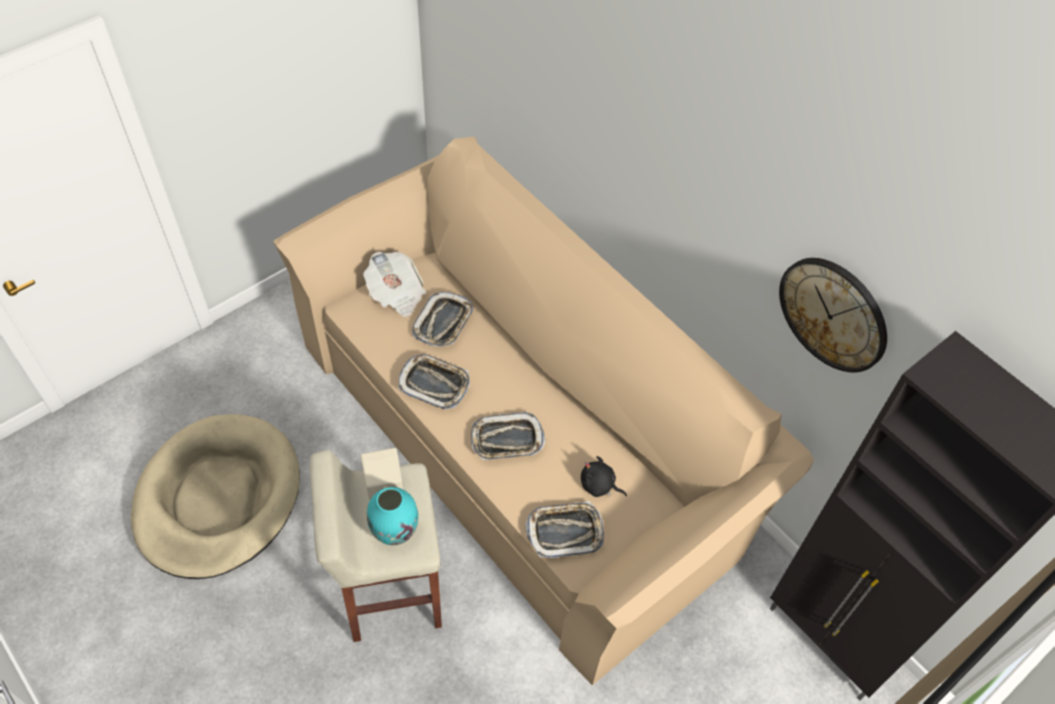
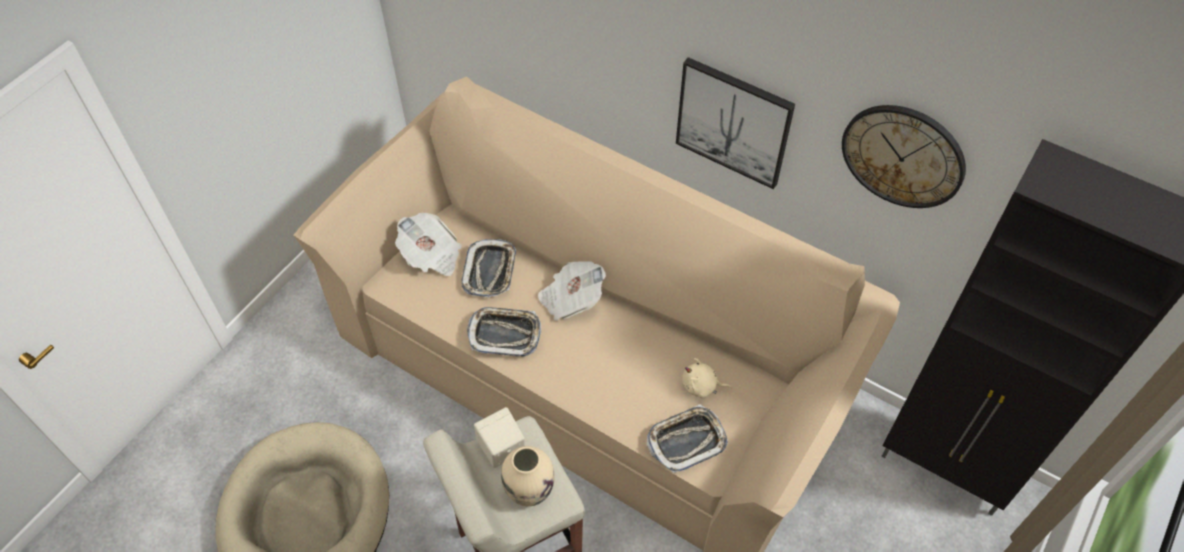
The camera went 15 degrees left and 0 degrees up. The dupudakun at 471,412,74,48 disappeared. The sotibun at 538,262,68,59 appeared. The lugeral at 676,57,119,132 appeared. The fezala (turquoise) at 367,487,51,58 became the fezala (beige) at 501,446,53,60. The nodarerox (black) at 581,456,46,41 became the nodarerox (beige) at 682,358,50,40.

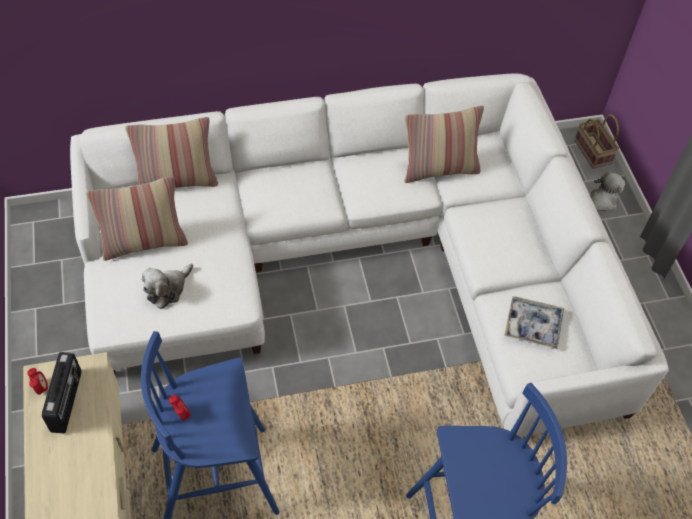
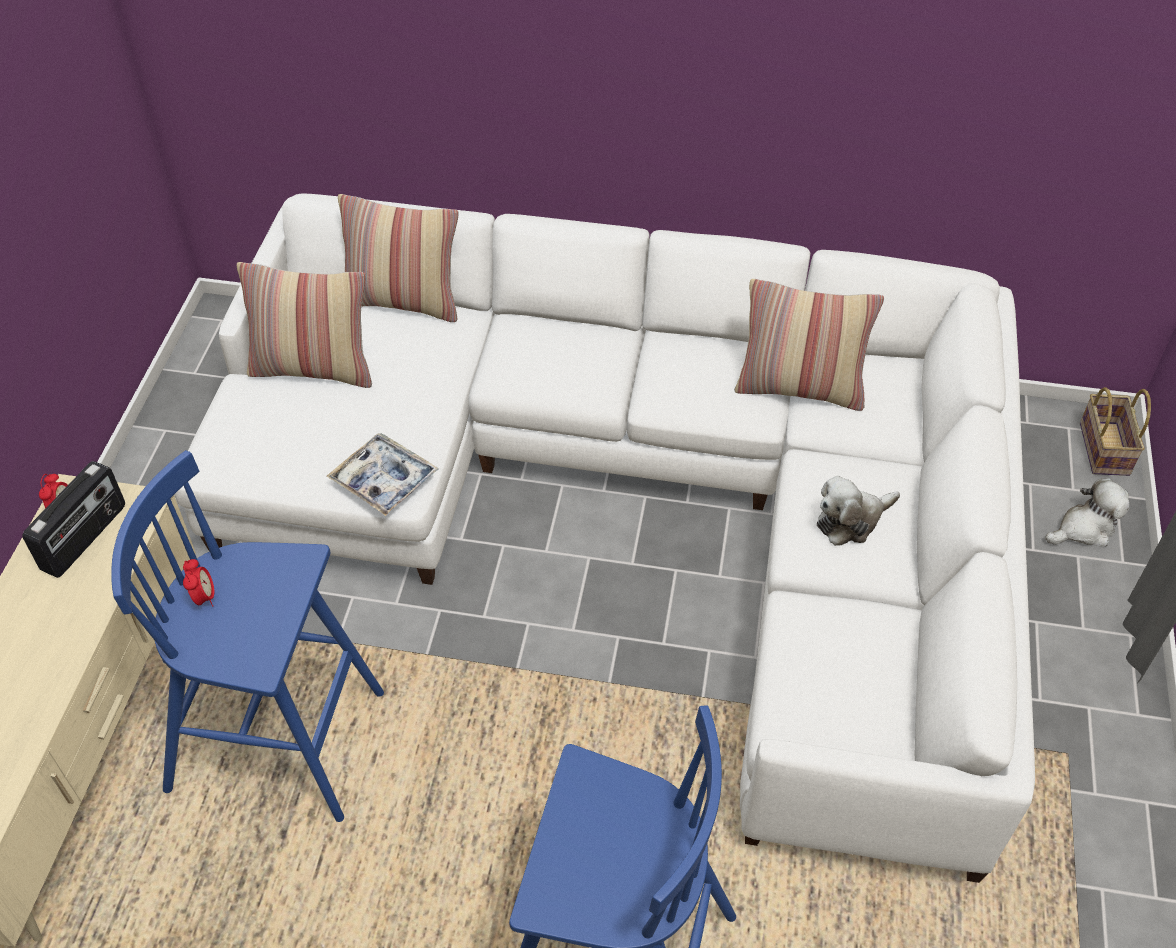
The camera went 25 degrees right and 5 degrees down. The nodarerox moved from 142,264,51,45 to 817,476,83,70. The dupudakun moved from 504,296,60,53 to 327,433,112,83.

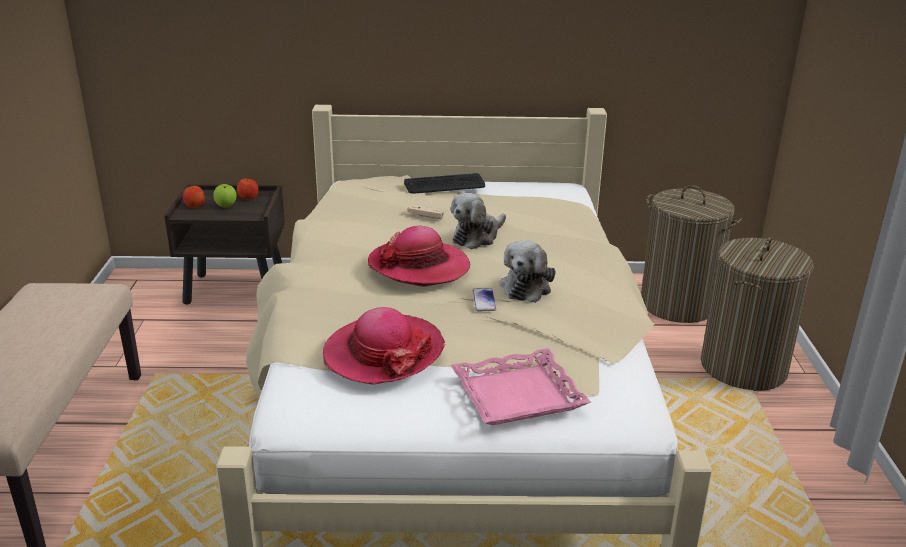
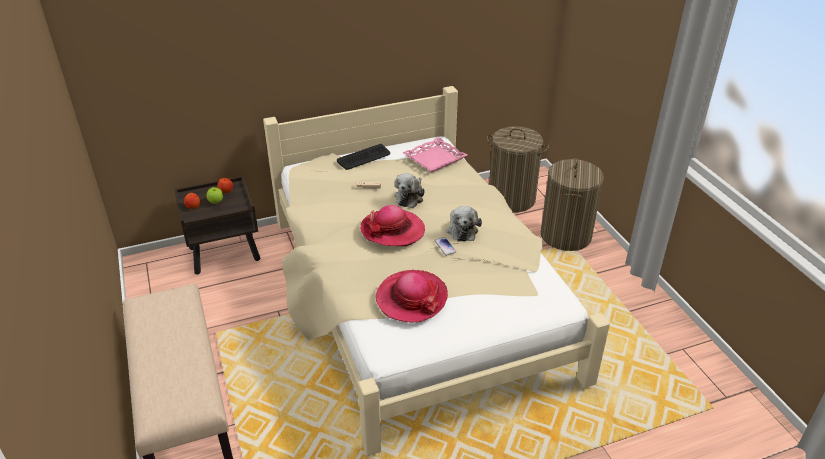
The camera went 20 degrees left and 10 degrees up. The dupudakun (pink) moved from 451,348,140,77 to 402,137,65,35.

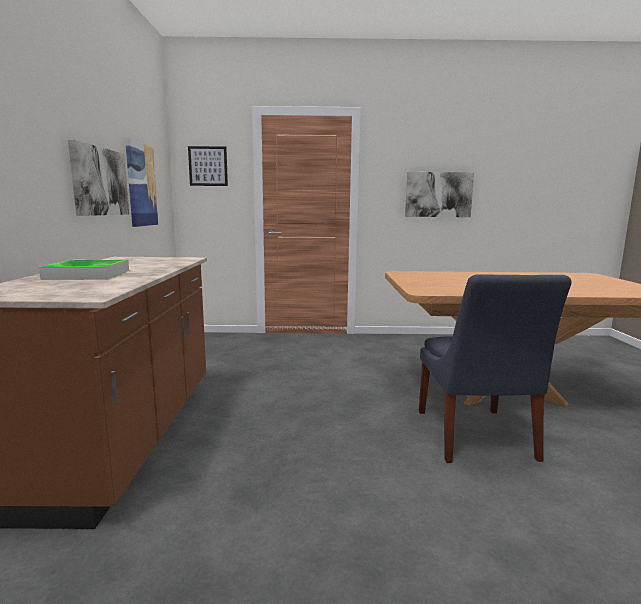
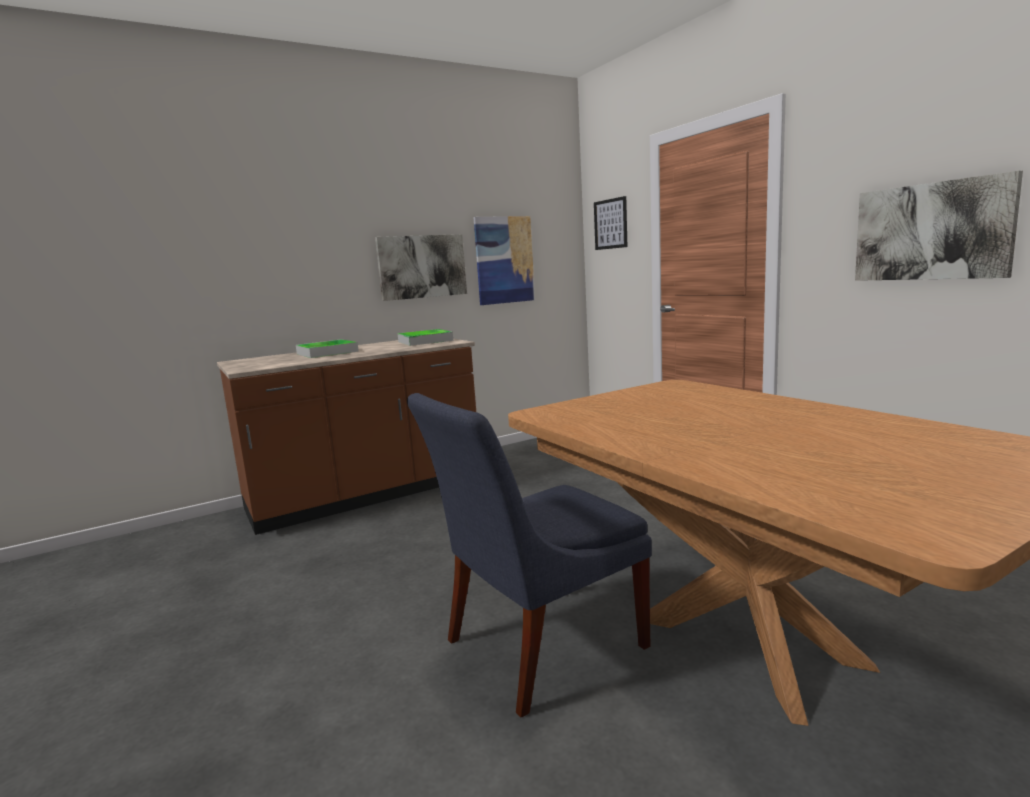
The camera went 60 degrees right and 0 degrees up. The dupudakun at 398,329,55,17 appeared.

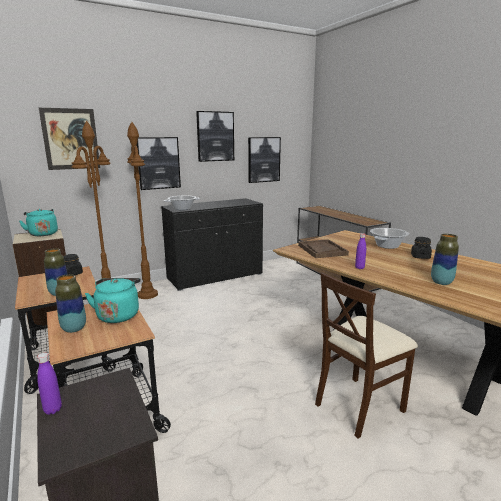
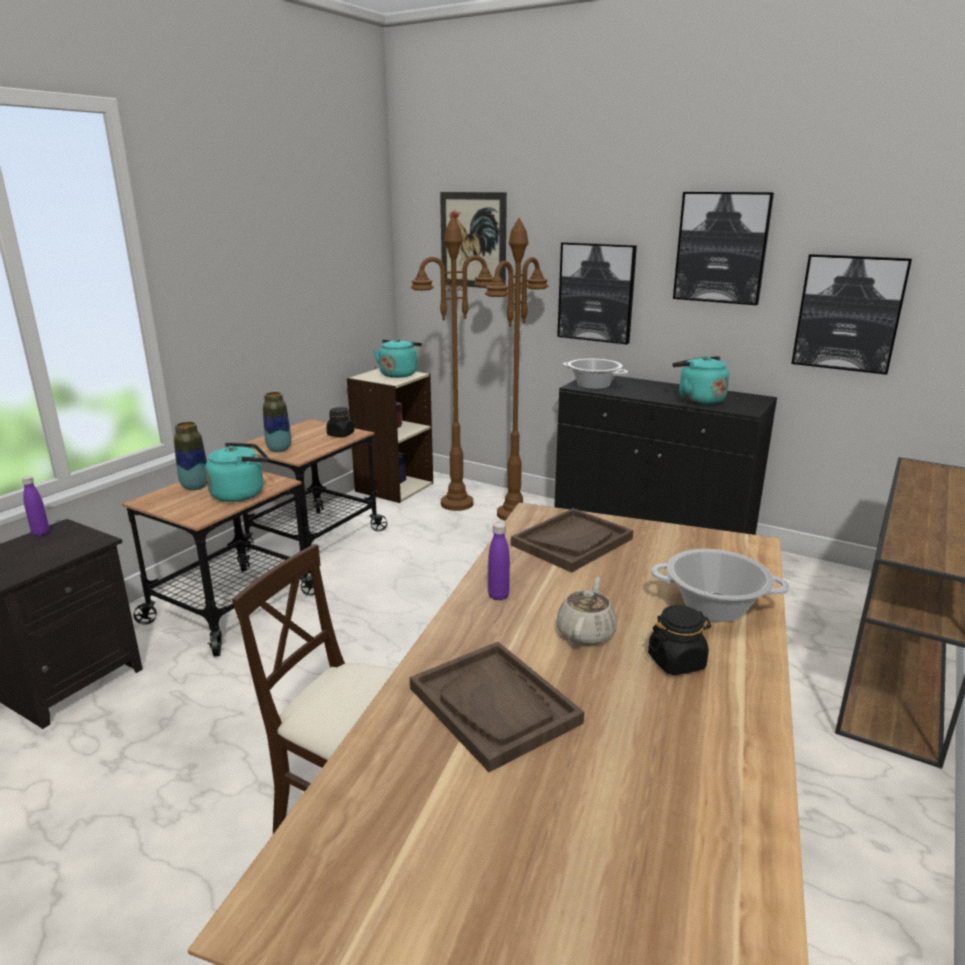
The camera went 60 degrees right and 5 degrees up. The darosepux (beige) at 556,577,61,69 appeared. The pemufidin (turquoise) at 672,356,57,49 appeared. The fezala at 431,234,28,51 was replaced by the dupudakun (brown) at 410,642,174,130.

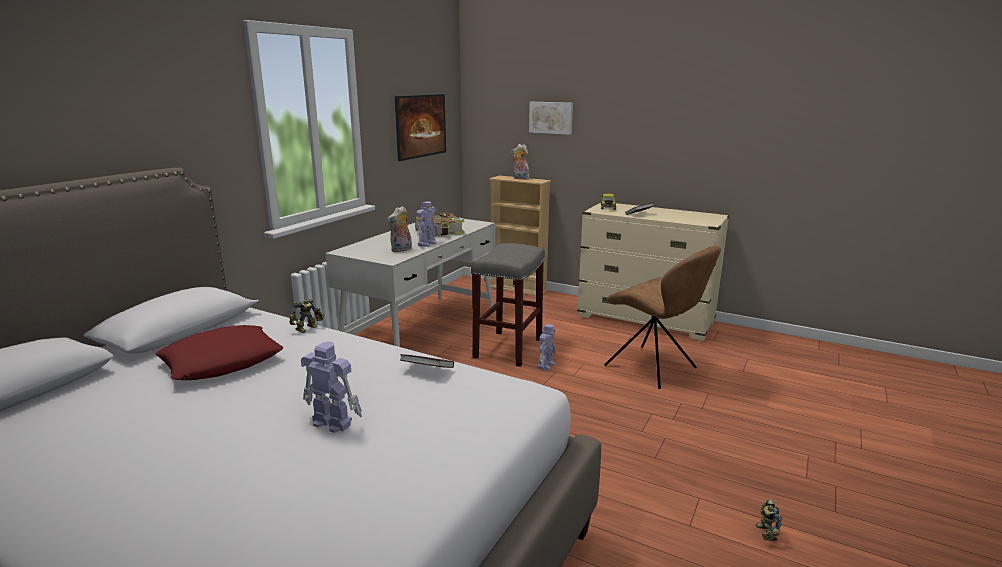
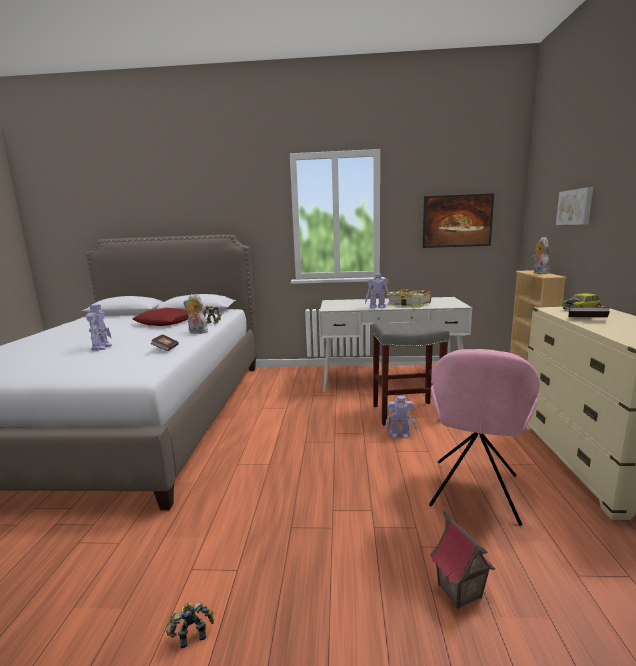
The camera went 65 degrees right and 5 degrees down. The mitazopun at 430,511,65,98 appeared. The nodarerox moved from 387,206,25,46 to 183,294,25,40. The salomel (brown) at 604,245,117,144 became the salomel (pink) at 429,349,111,177.

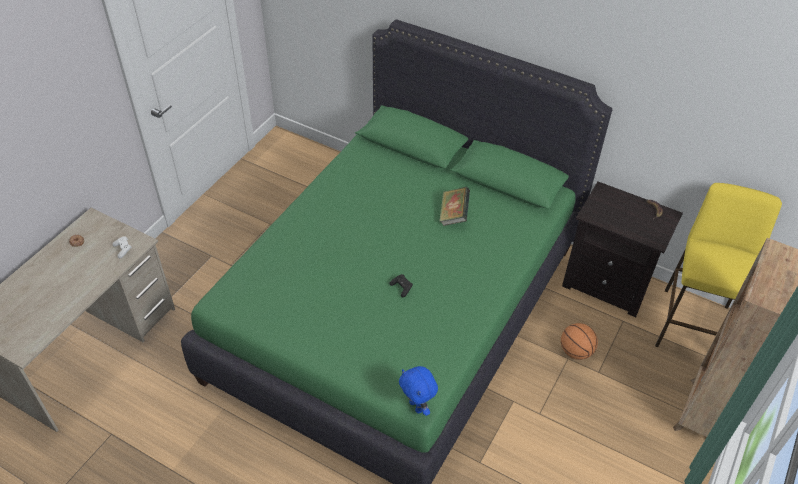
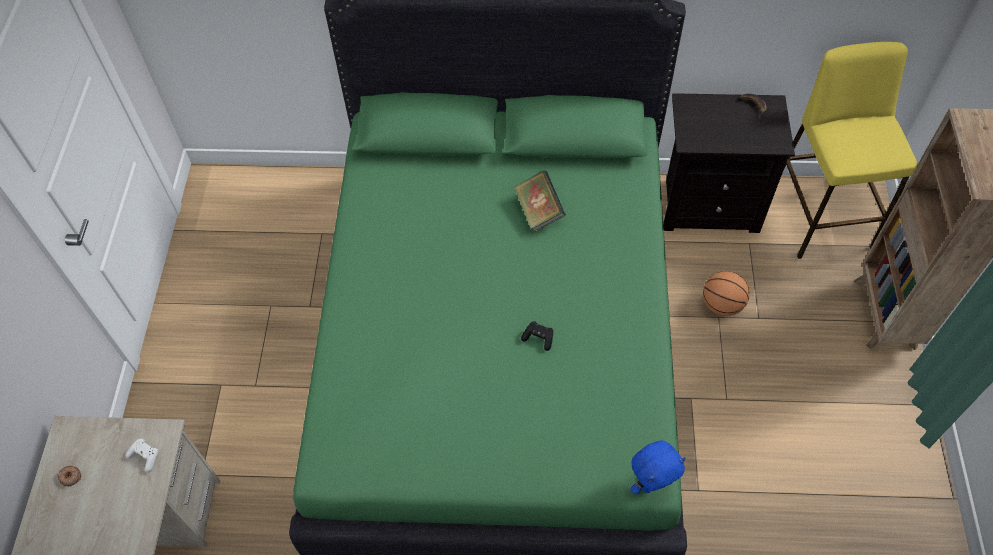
The camera went 25 degrees left and 10 degrees up. The nodarerox (blue) at 399,366,39,50 turned 60 degrees counterclockwise.

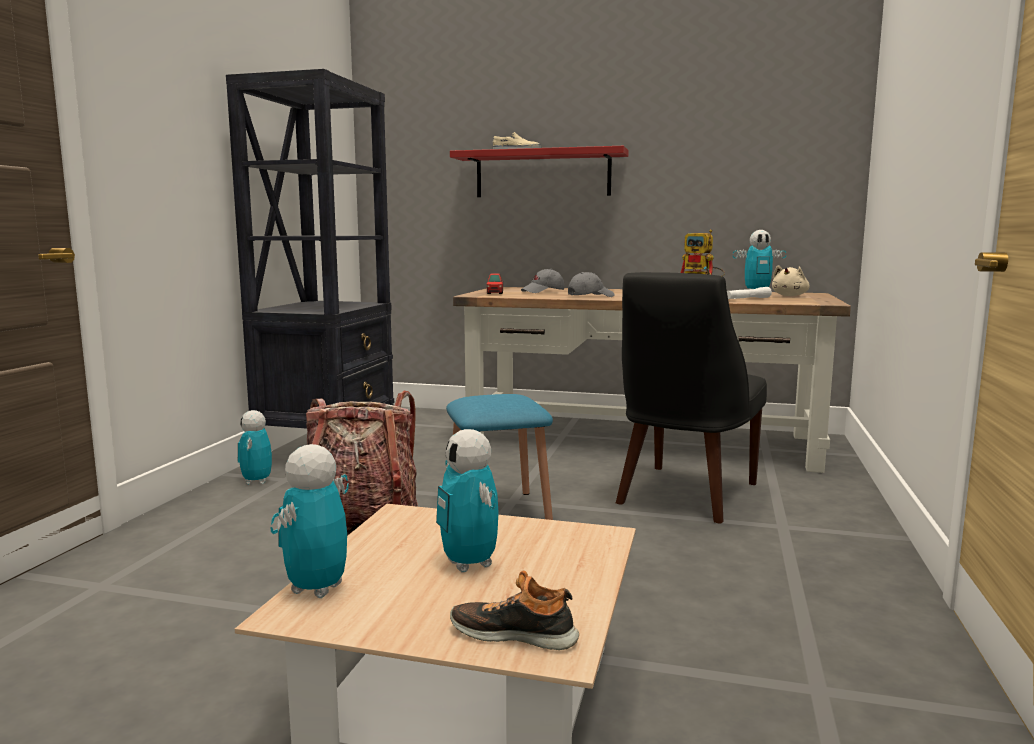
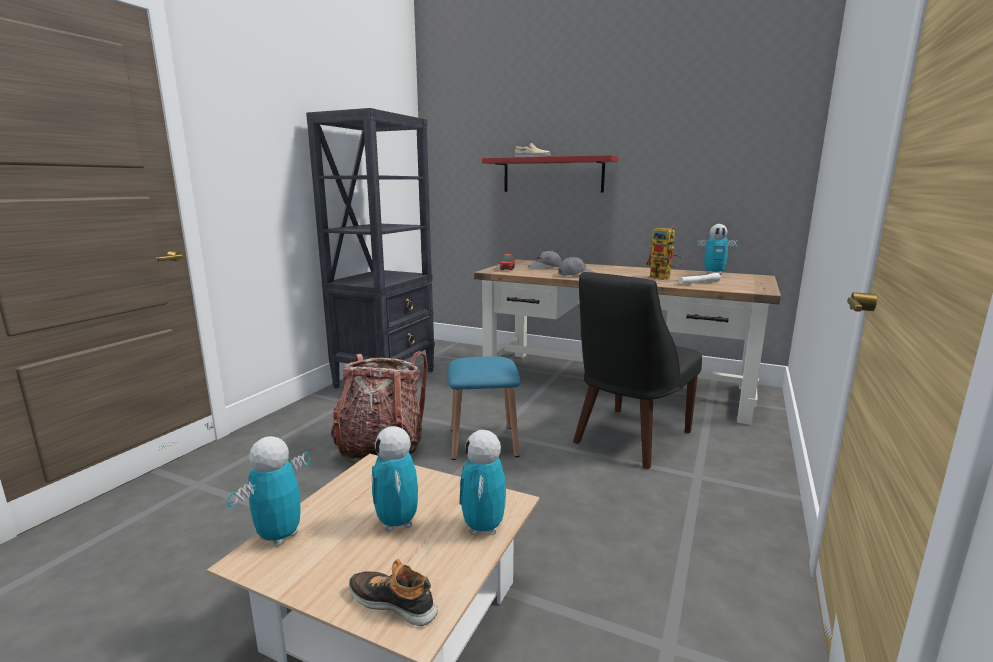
The camera went 10 degrees right and 5 degrees up. The nodarerox (beige) at 772,265,38,31 disappeared. The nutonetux moved from 238,410,34,75 to 459,430,47,105.

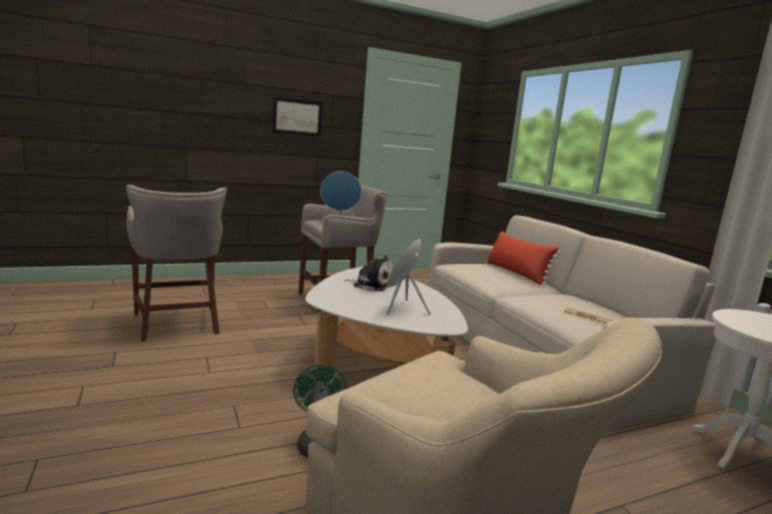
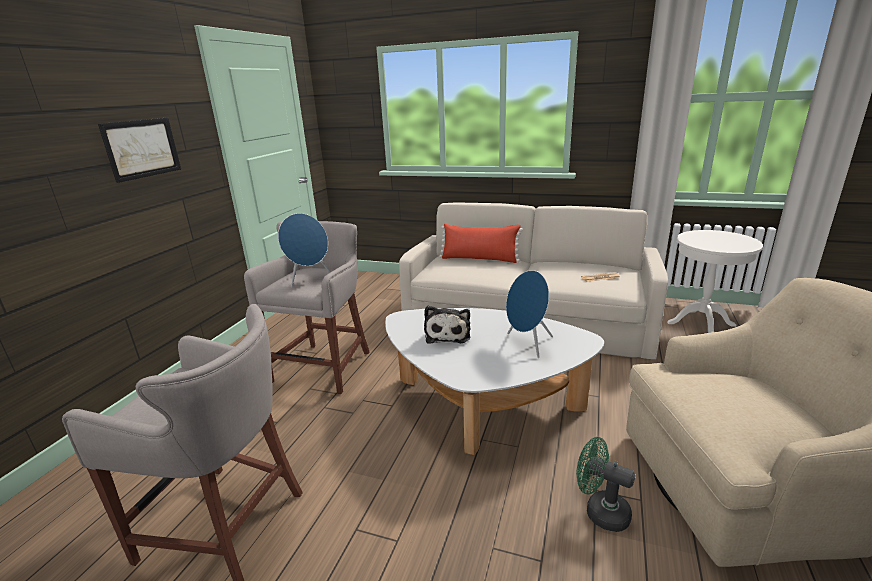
The camera went 45 degrees left and 10 degrees up. The nodarerox at 344,256,49,35 turned 120 degrees clockwise.

